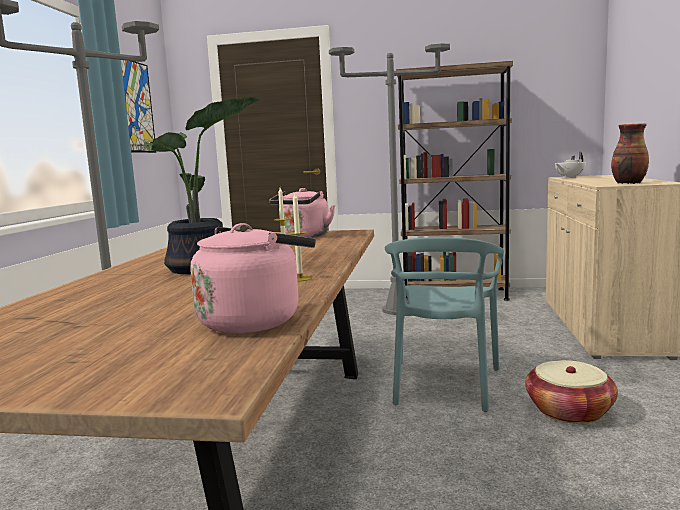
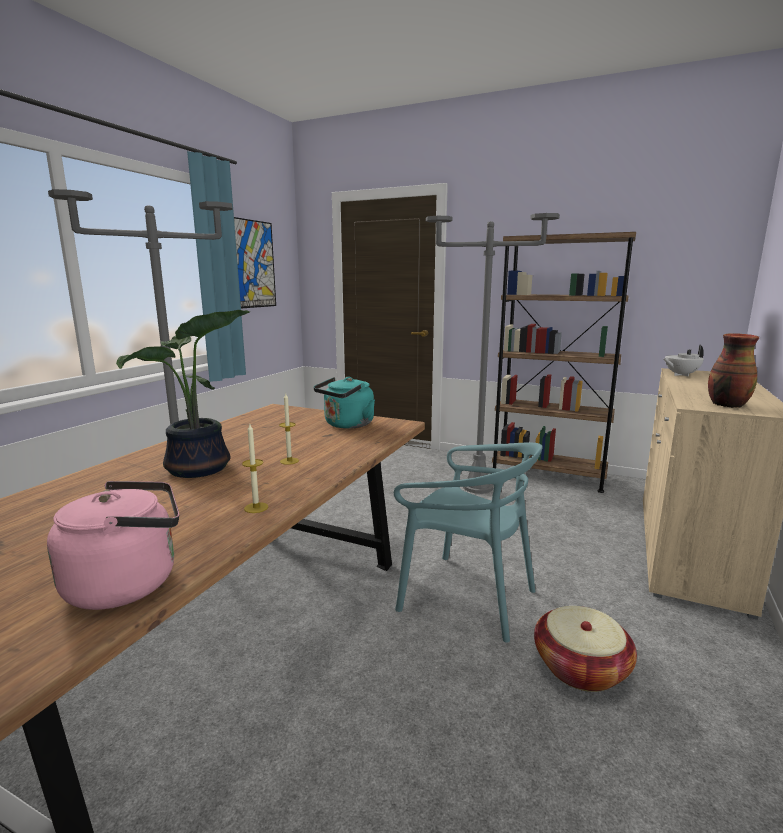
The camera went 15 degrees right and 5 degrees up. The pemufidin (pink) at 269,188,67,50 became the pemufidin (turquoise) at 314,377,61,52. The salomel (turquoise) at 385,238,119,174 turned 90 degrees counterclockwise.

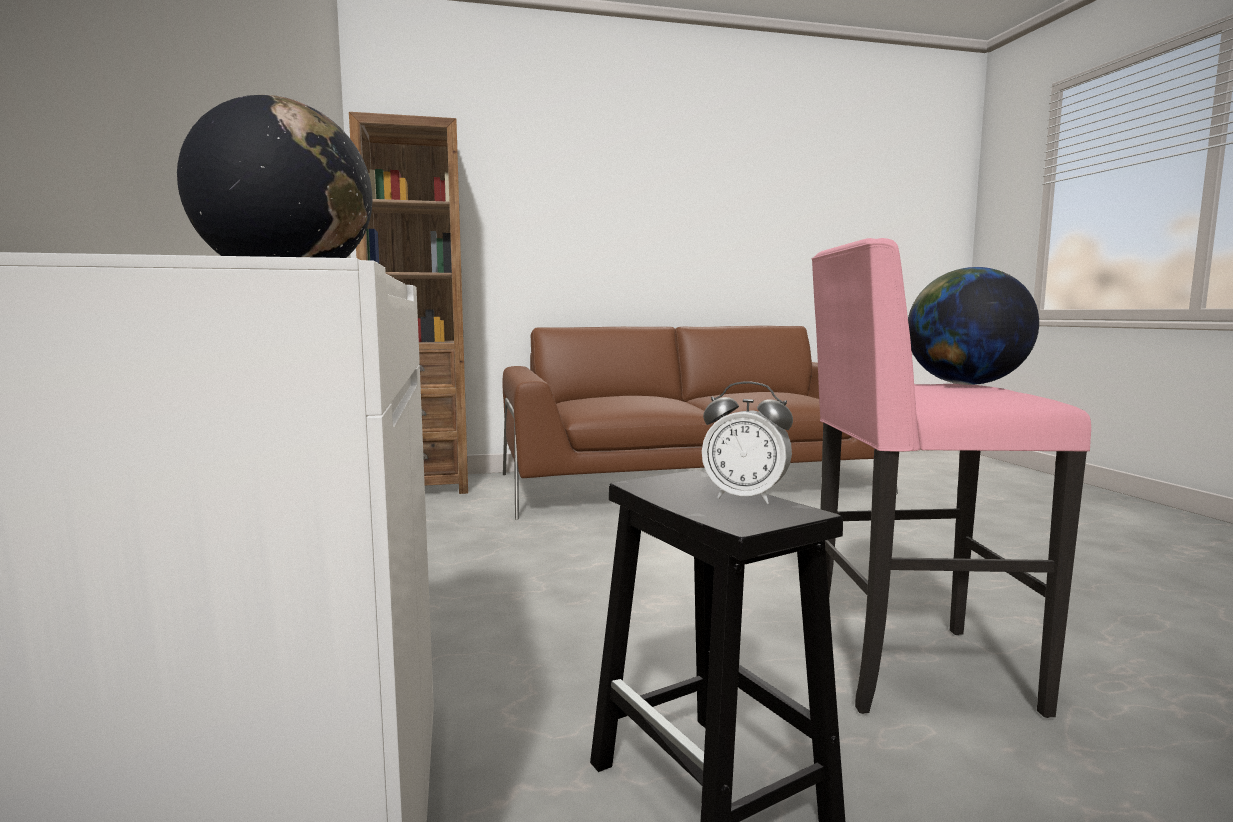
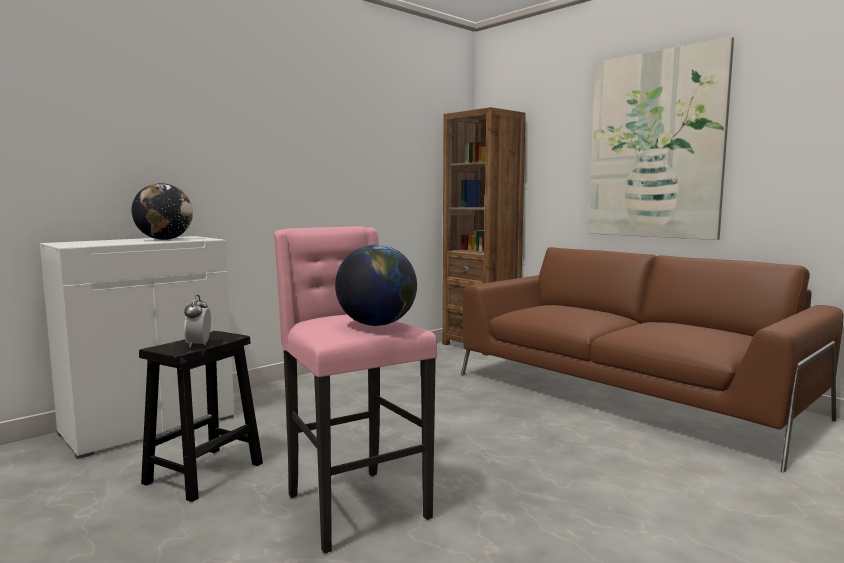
The camera went 60 degrees right and 0 degrees up. The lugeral at 588,37,146,203 appeared.

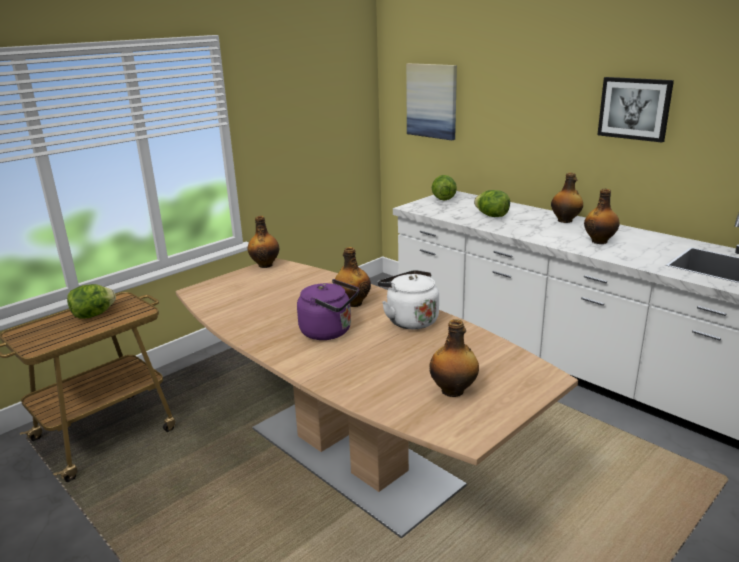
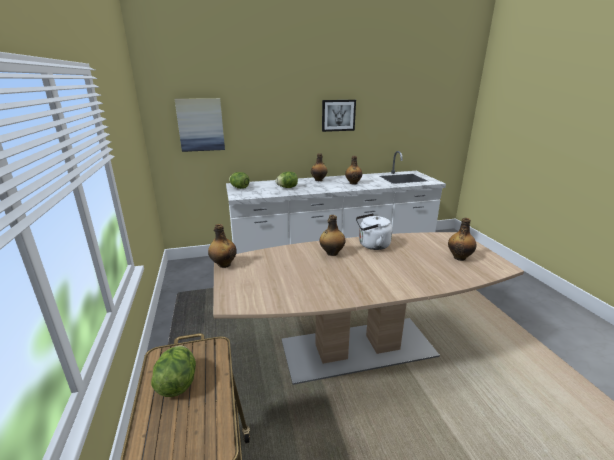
The camera went 60 degrees left and 0 degrees up. The pemufidin (purple) at 297,279,62,61 disappeared.

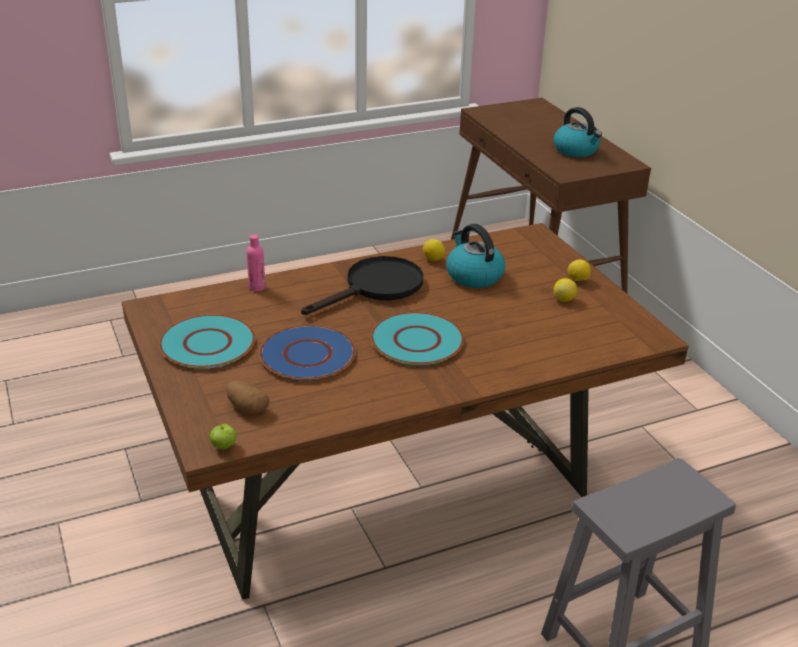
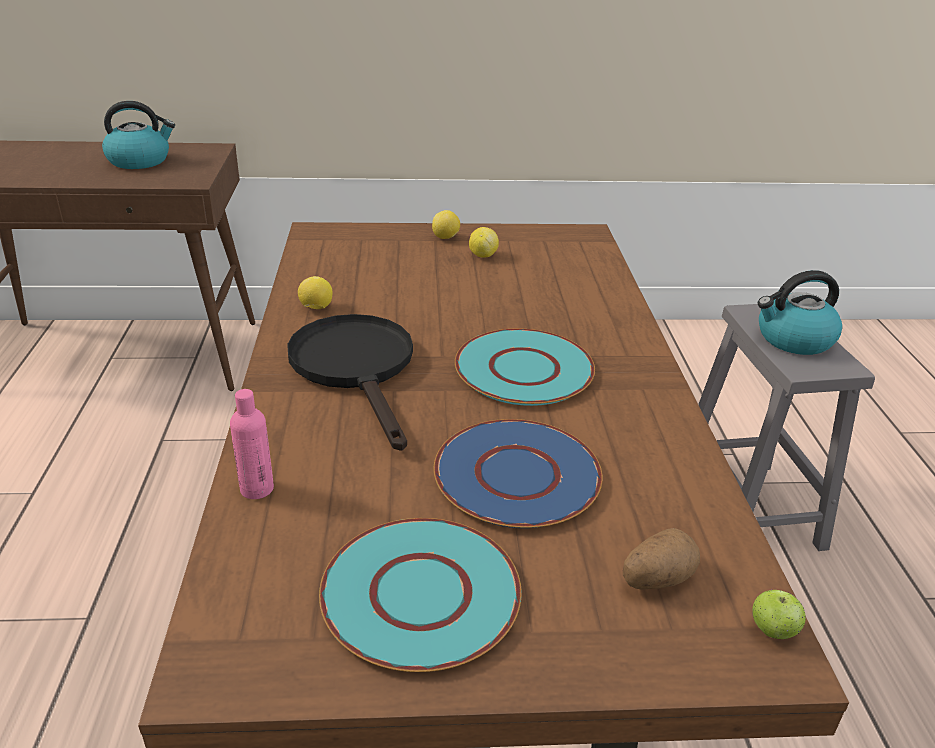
The camera went 70 degrees left and 0 degrees up. The pemufidin moved from 446,224,59,64 to 758,270,84,85.

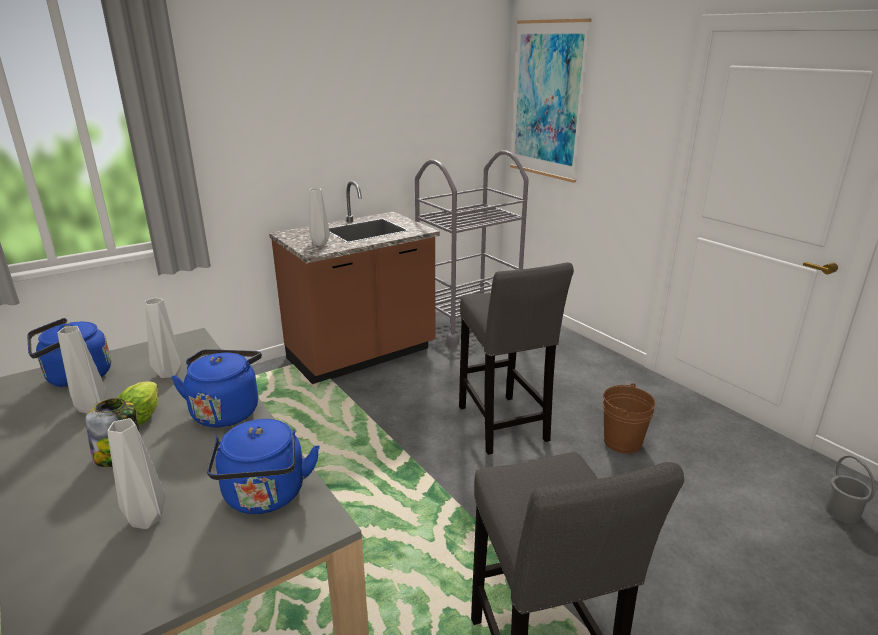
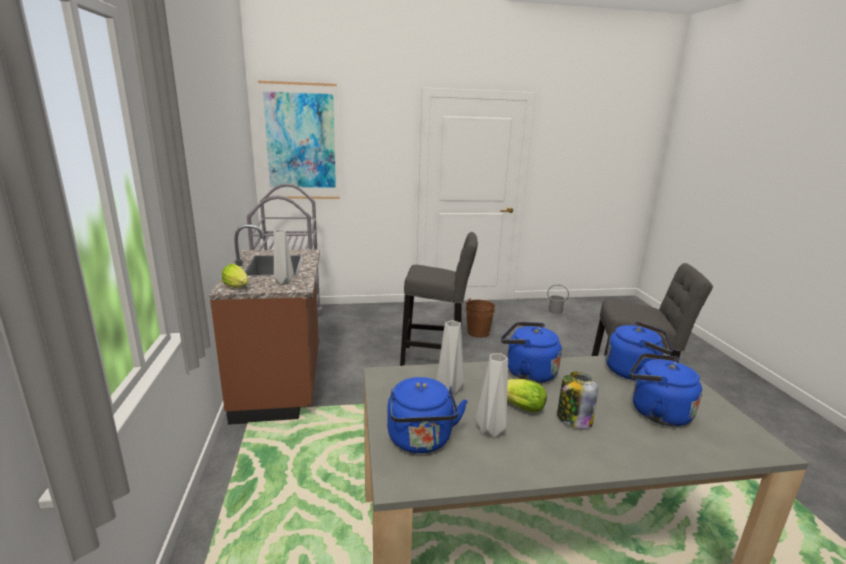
The camera went 65 degrees left and 5 degrees down. The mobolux at 222,264,26,24 appeared. The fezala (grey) at 107,418,59,111 was replaced by the pemufidin (blue) at 630,353,72,73.

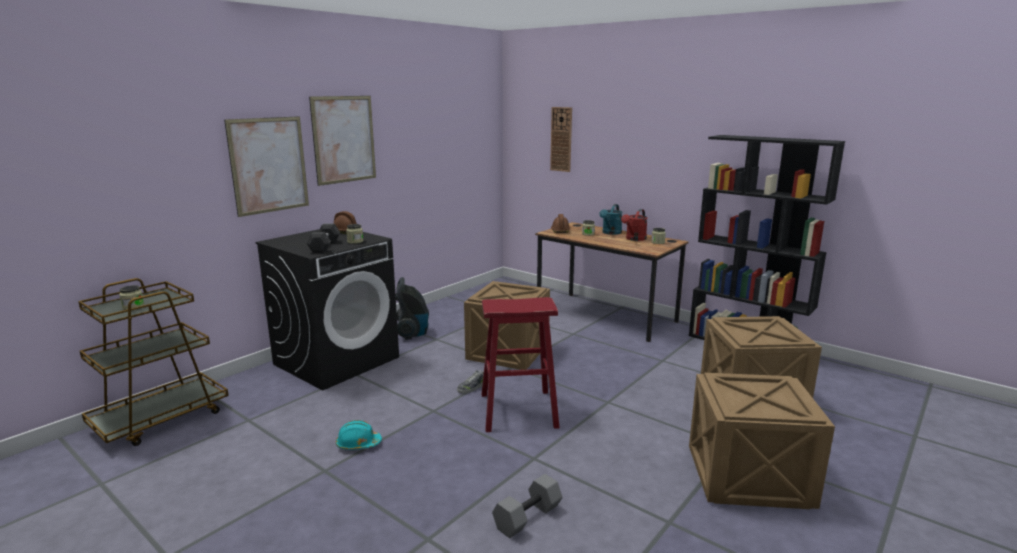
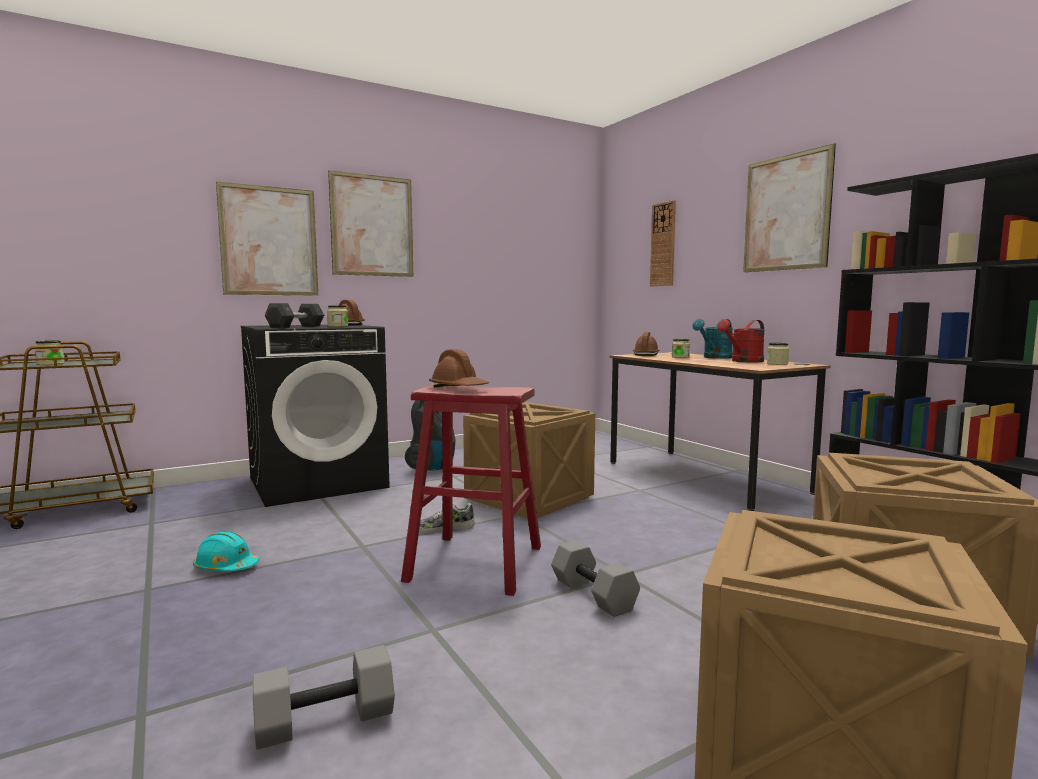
The camera went 20 degrees right and 10 degrees down. The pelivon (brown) at 429,349,60,39 appeared. The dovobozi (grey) at 551,540,89,77 appeared. The lugeral at 743,143,93,129 appeared.

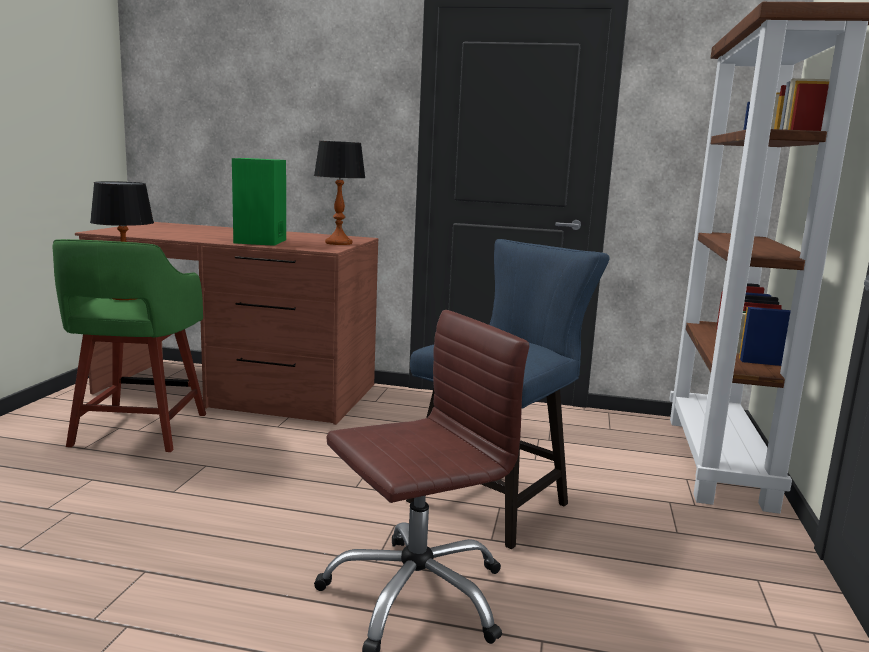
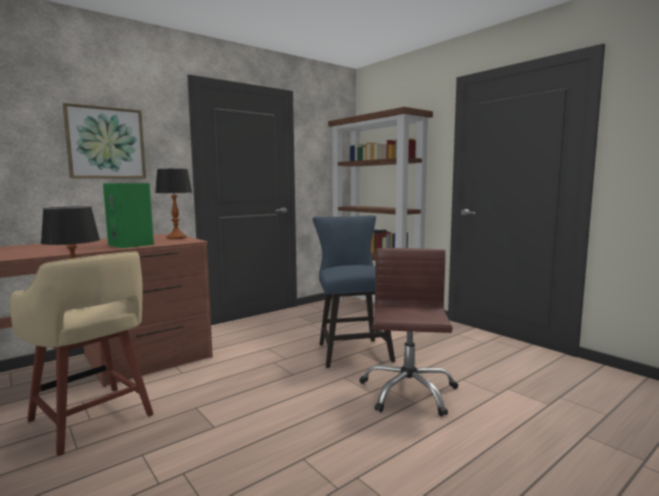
The camera went 50 degrees left and 5 degrees down. The lugeral at 63,103,83,75 appeared. The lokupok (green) at 52,239,154,213 became the lokupok (beige) at 10,252,144,204.

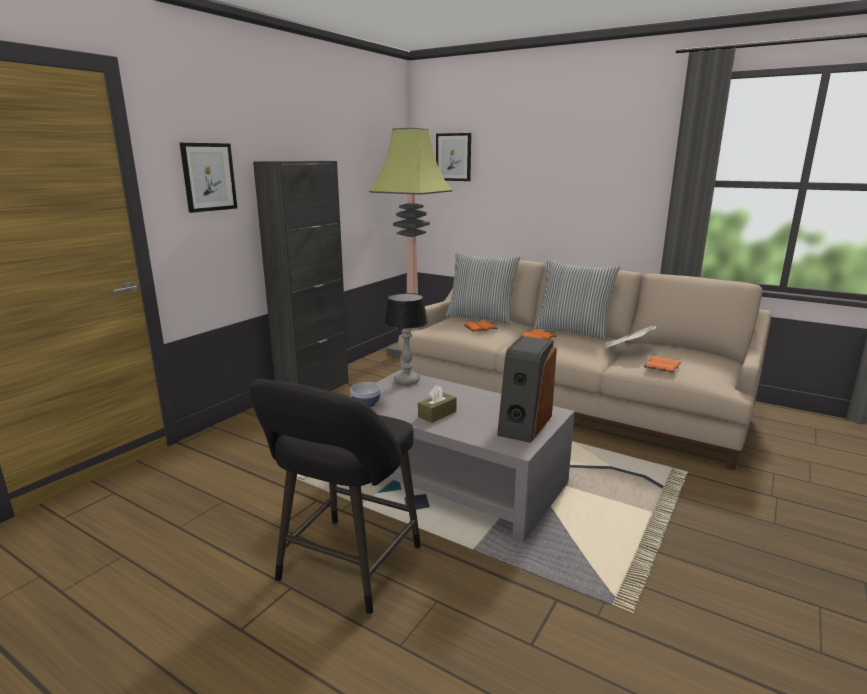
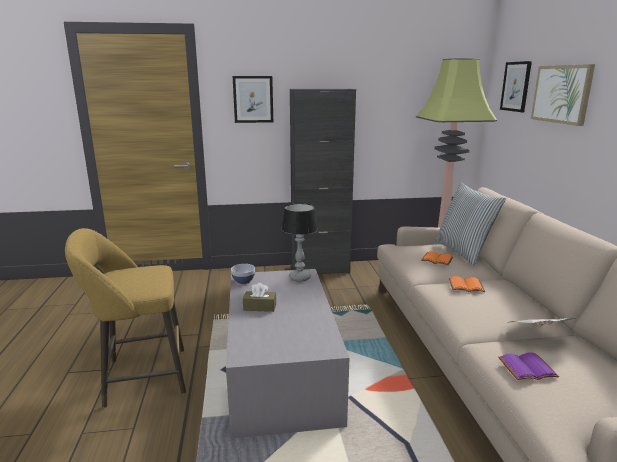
The camera went 50 degrees right and 0 degrees up. The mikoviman at 497,336,60,107 disappeared. The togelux at 533,260,87,81 disappeared. The lugeral at 531,64,64,62 appeared. The lokupok (black) at 249,379,172,236 became the lokupok (yellow) at 65,228,121,180. The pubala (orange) at 644,356,37,17 became the pubala (purple) at 498,352,61,28.

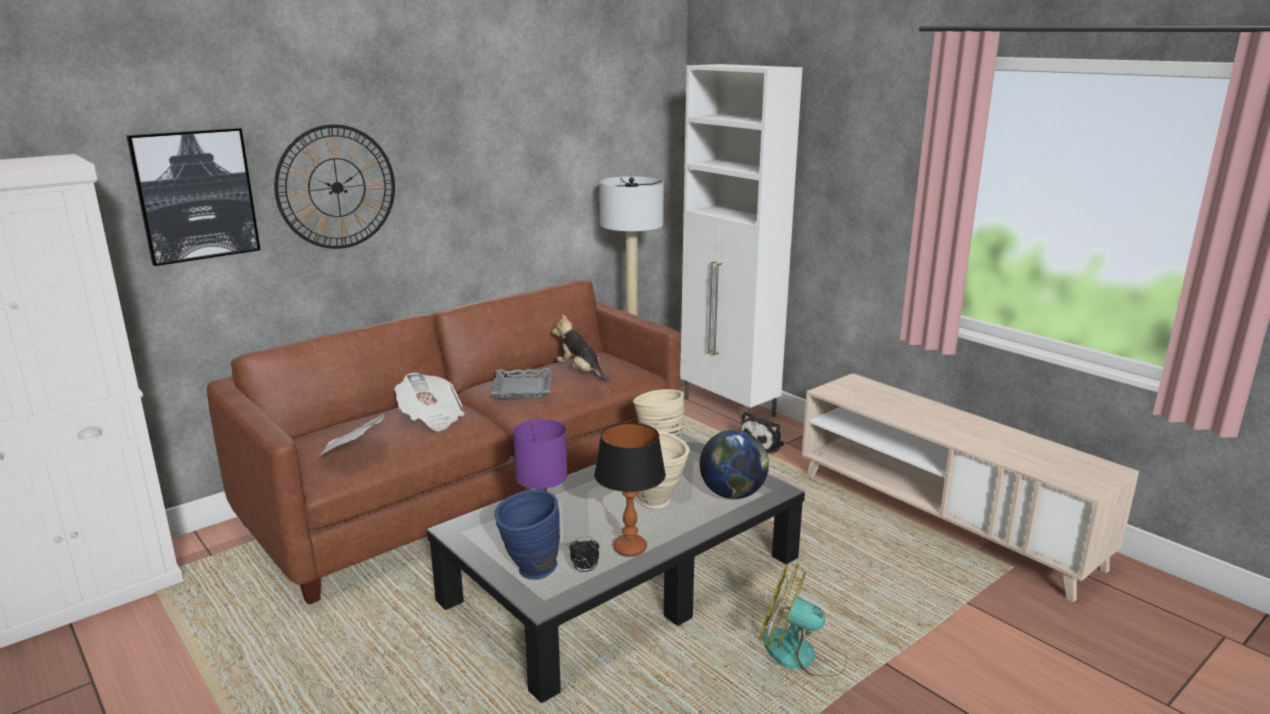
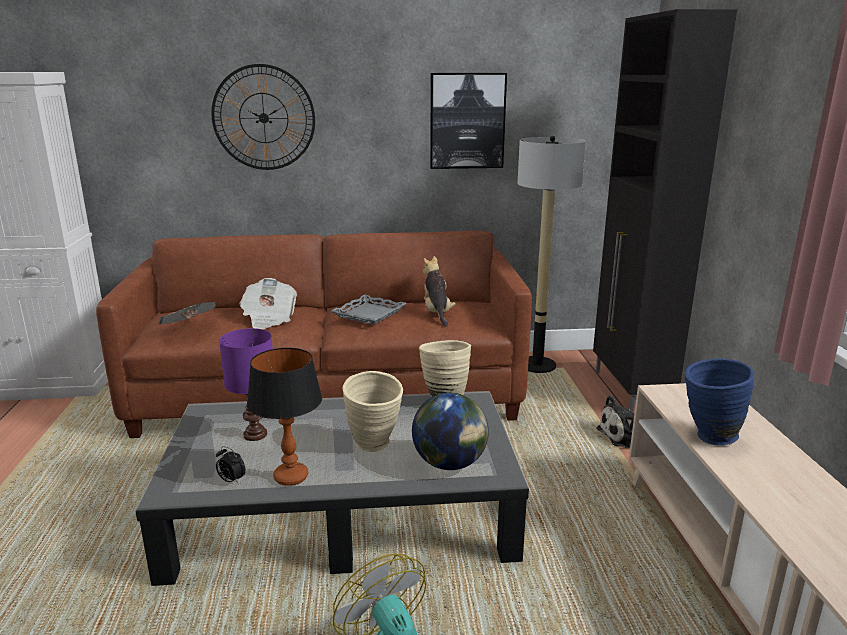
The camera went 35 degrees right and 0 degrees up. The lugeral moved from 126,128,134,138 to 430,73,77,96. The fezala (blue) moved from 494,489,66,91 to 685,359,69,87. The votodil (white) at 680,64,123,353 became the votodil (black) at 593,9,144,403.

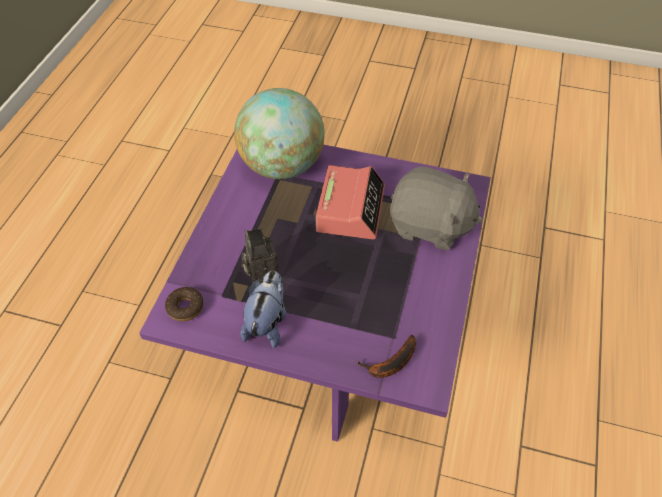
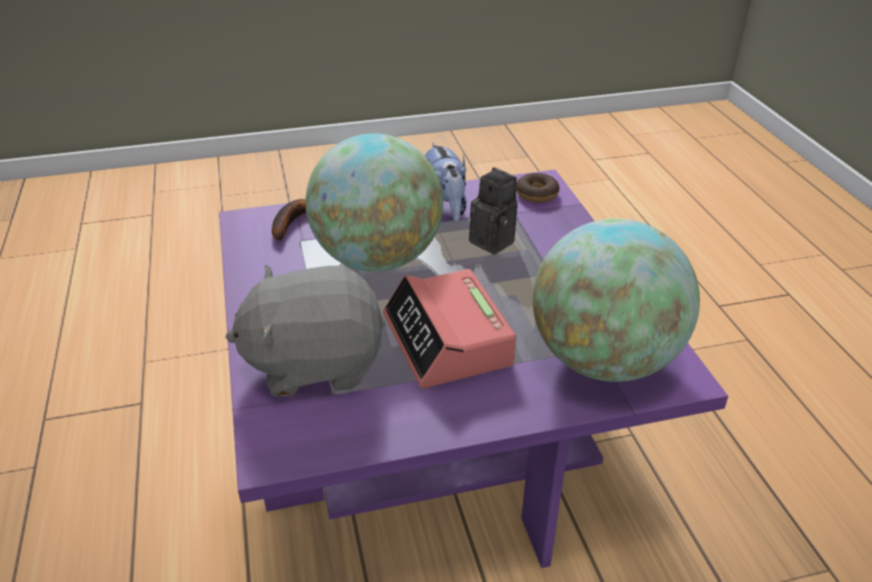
The camera went 150 degrees right and 15 degrees down. The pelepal at 305,133,138,139 appeared.

